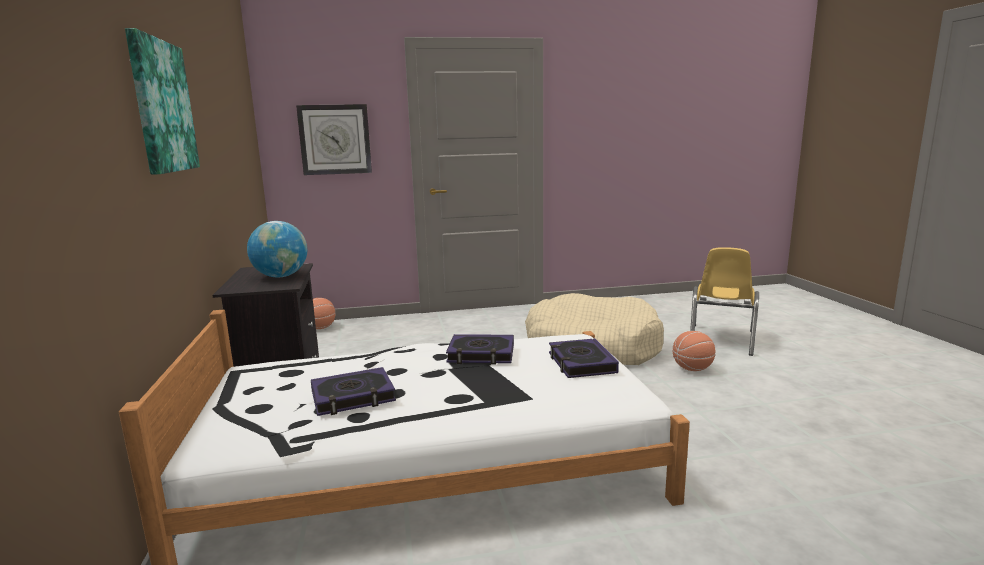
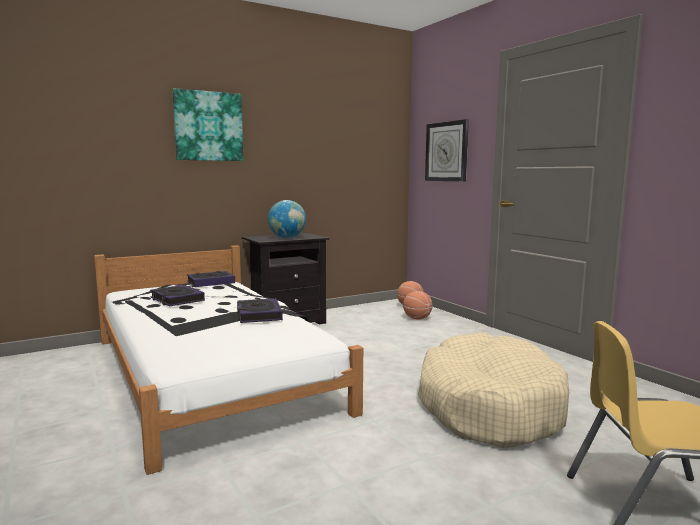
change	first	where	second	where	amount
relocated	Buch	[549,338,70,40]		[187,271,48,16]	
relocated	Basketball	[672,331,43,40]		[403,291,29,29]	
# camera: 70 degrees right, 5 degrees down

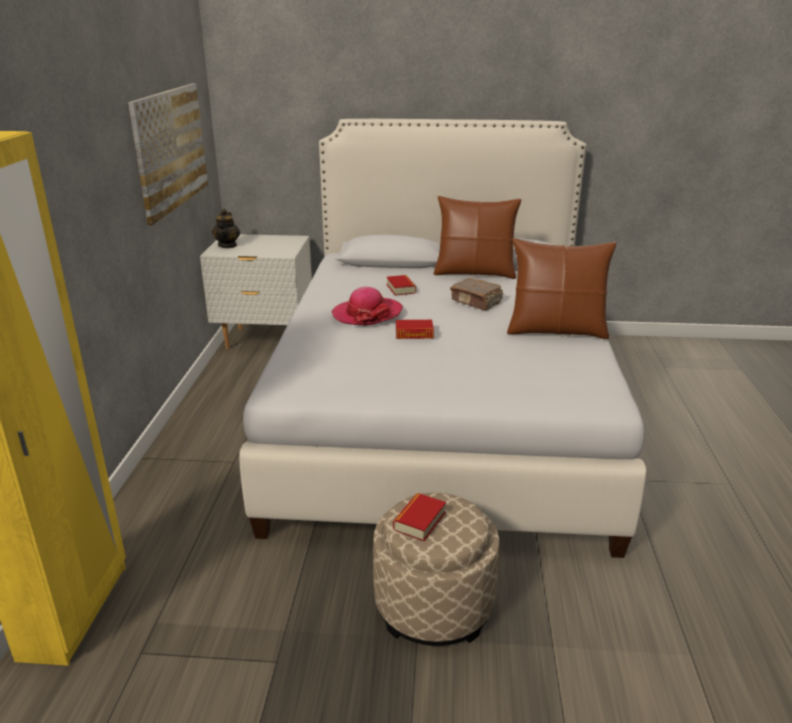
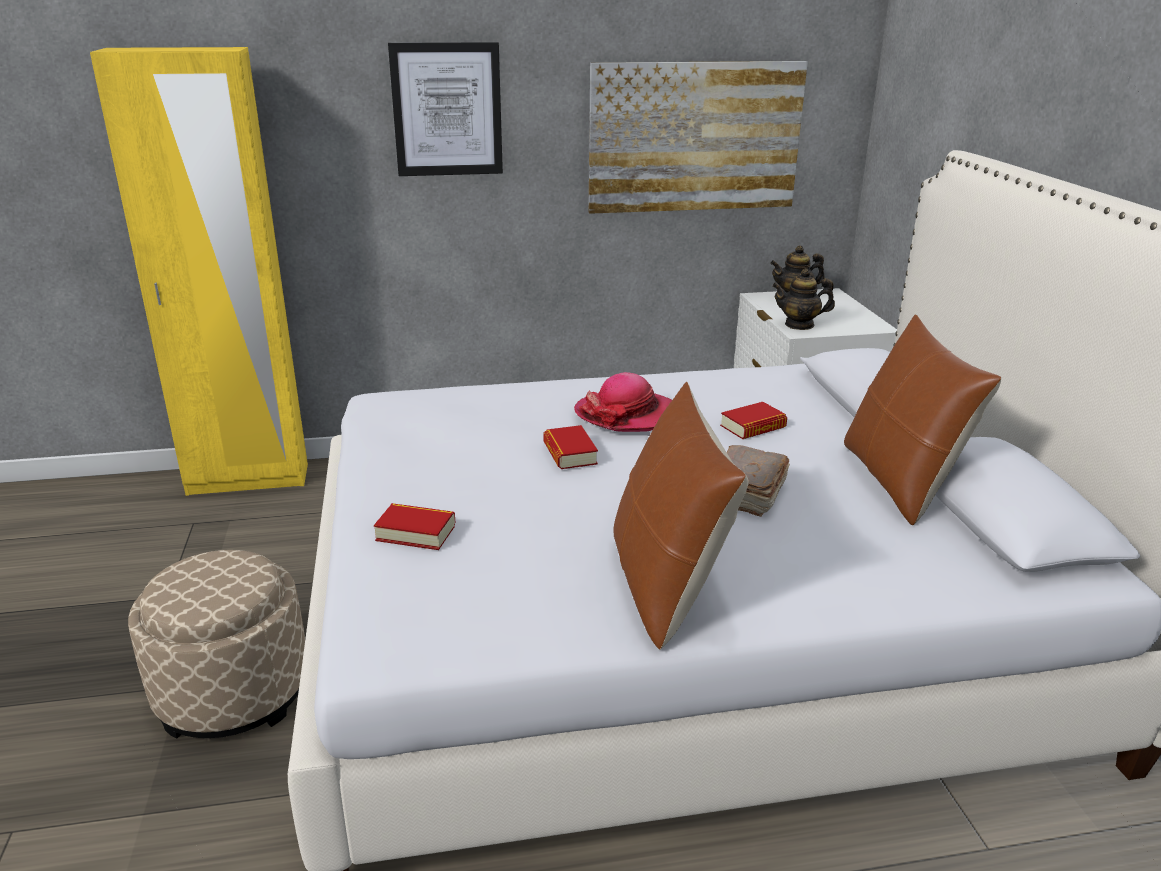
change	first	where	second	where	amount
relocated	Buch	[393,493,53,48]		[374,503,81,47]	
appeared			Bild	[388,42,115,134]	
appeared			Teekanne	[772,268,63,62]	
# camera: 75 degrees right, 0 degrees up

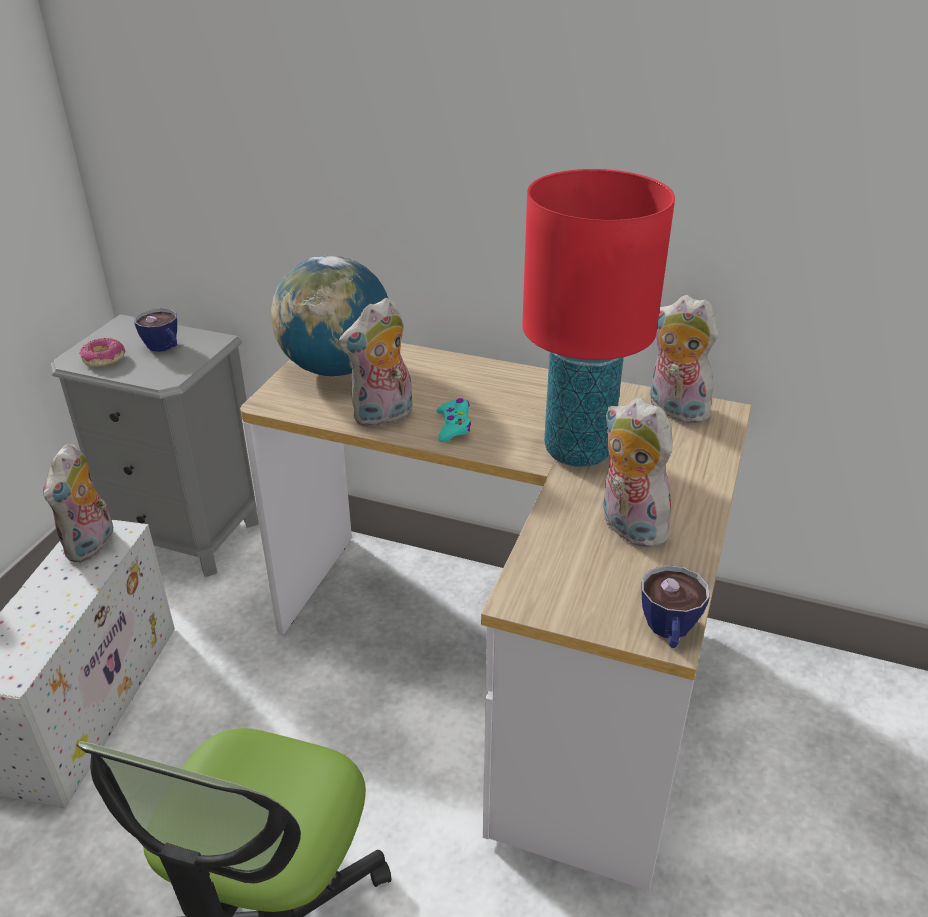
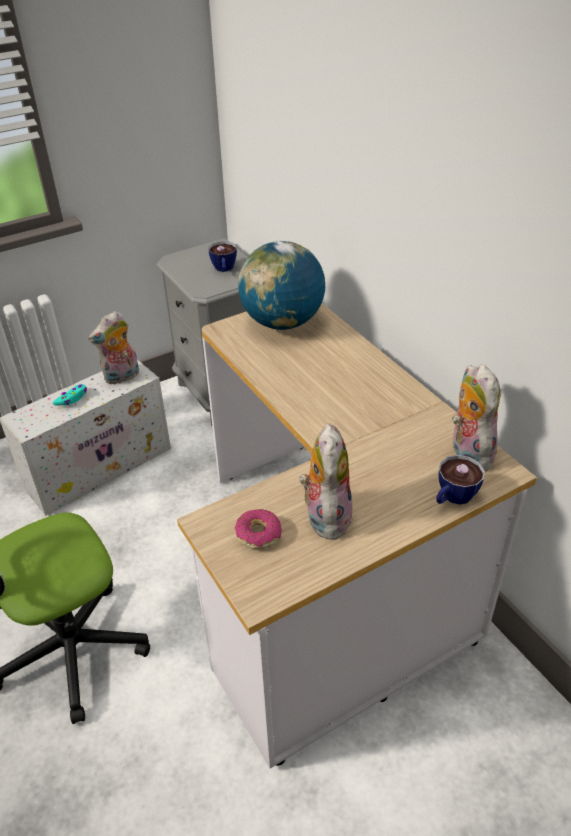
change	first	where	second	where	amount
relocated	Donut	[79,338,46,29]		[235,509,47,40]	
missing	Plüschtier	[339,297,73,131]			
relocated	Gamepad (türkis)	[437,398,34,44]		[53,384,34,22]	
missing	Tischlampe (rot)	[522,169,153,298]			
relocated	Tasse	[641,565,69,83]		[437,455,48,50]	
# camera: 40 degrees right, 5 degrees up

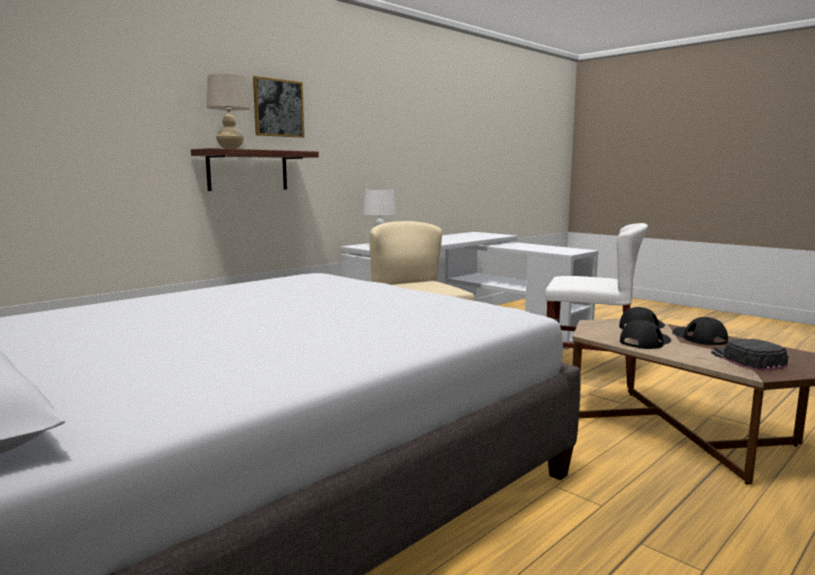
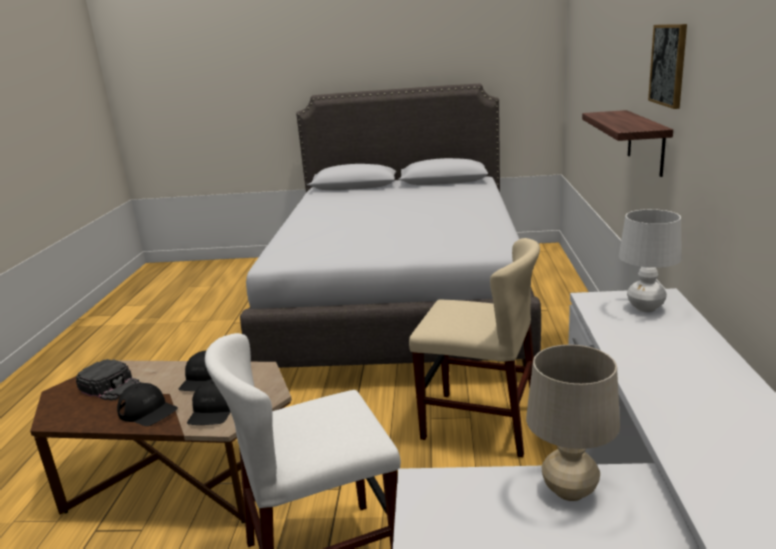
change	first	where	second	where	amount
relocated	Tischlampe (beige)	[207,74,43,75]		[526,345,94,156]	
# camera: 140 degrees right, 10 degrees up

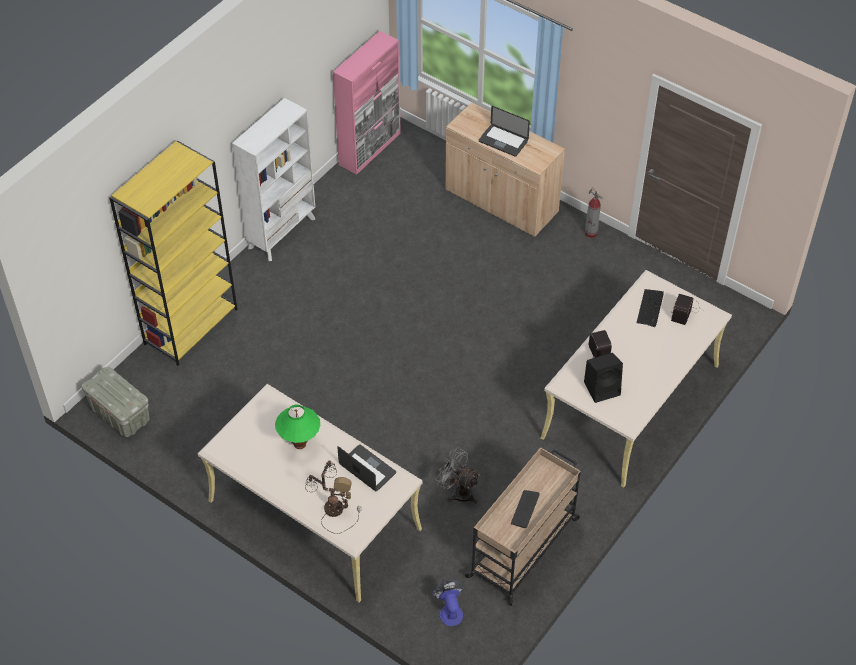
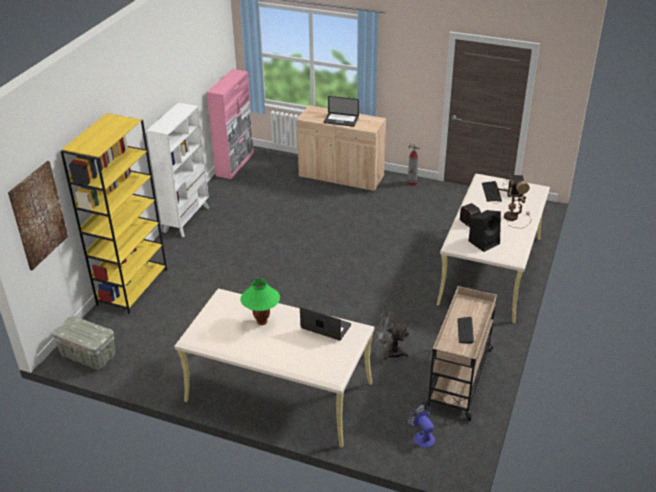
change	first	where	second	where	amount
relocated	Tischlampe	[305,460,57,74]		[490,174,40,54]	
appeared			Bild	[8,161,60,109]	
# camera: 15 degrees left, 15 degrees down

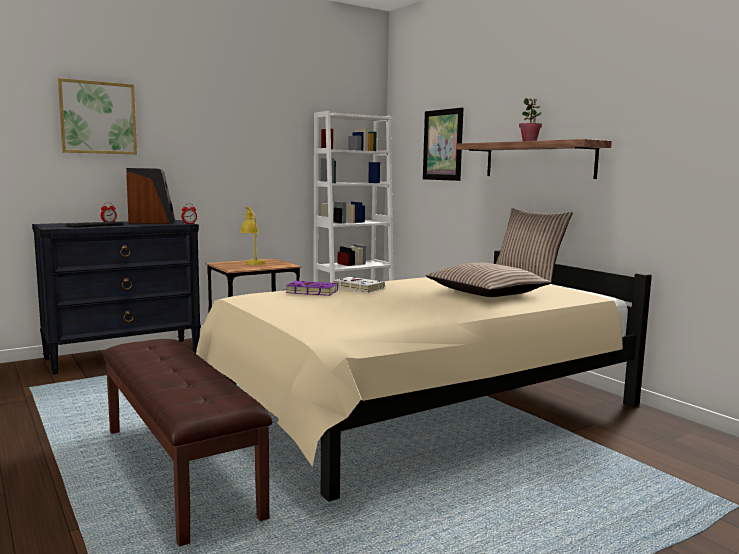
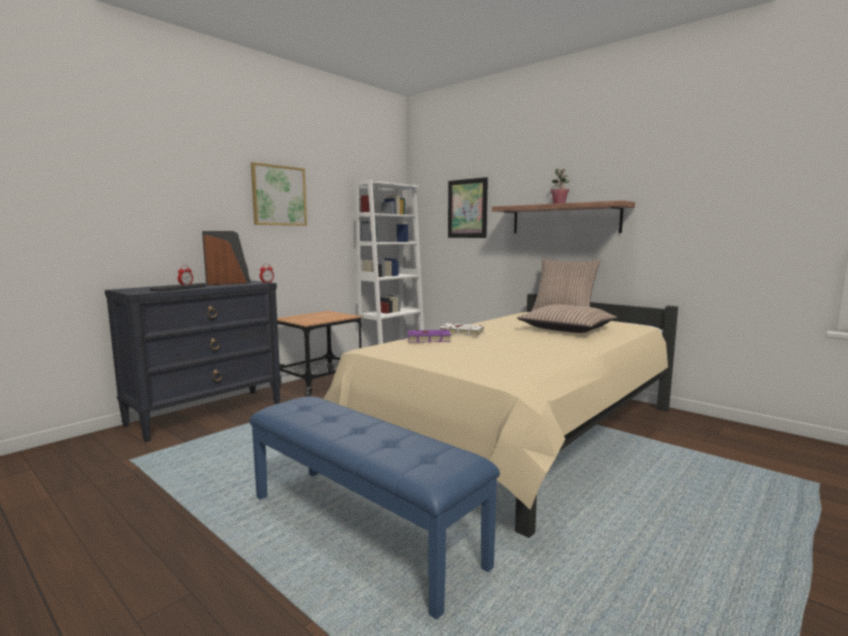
change	first	where	second	where	amount
relocated	Bild	[58,78,79,76]		[251,162,56,64]	
colour	Bank (braun)	[103,339,169,208]	Bank (blau)	[249,396,251,224]	
missing	Tischlampe (gelb)	[241,207,24,58]			
# camera: 15 degrees left, 0 degrees up

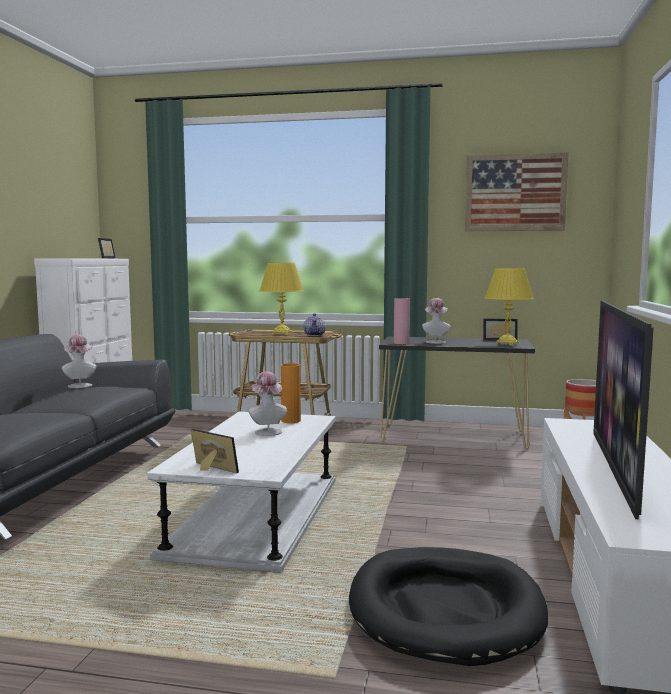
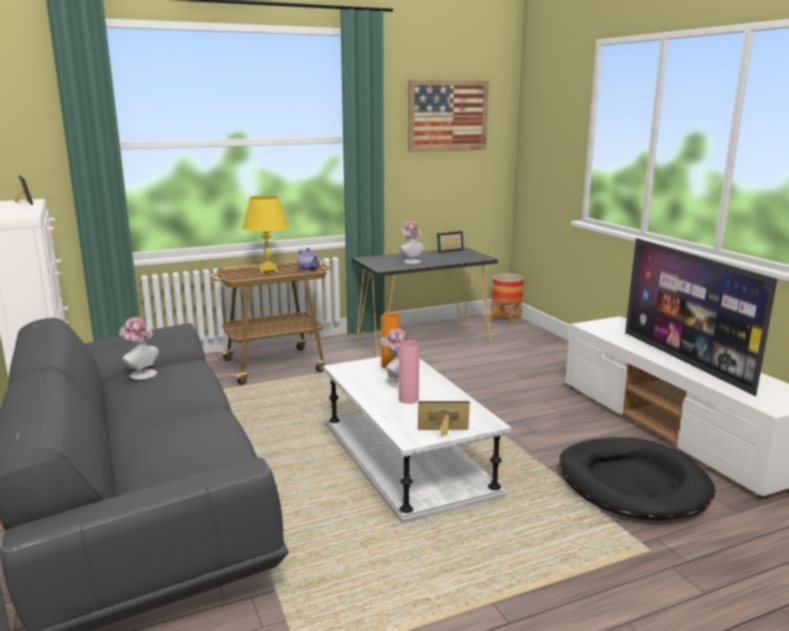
change	first	where	second	where	amount
relocated	Vase (rosa)	[394,298,16,46]		[399,340,20,64]	
missing	Tischlampe (gelb)	[485,268,49,78]			
# camera: 35 degrees left, 10 degrees up

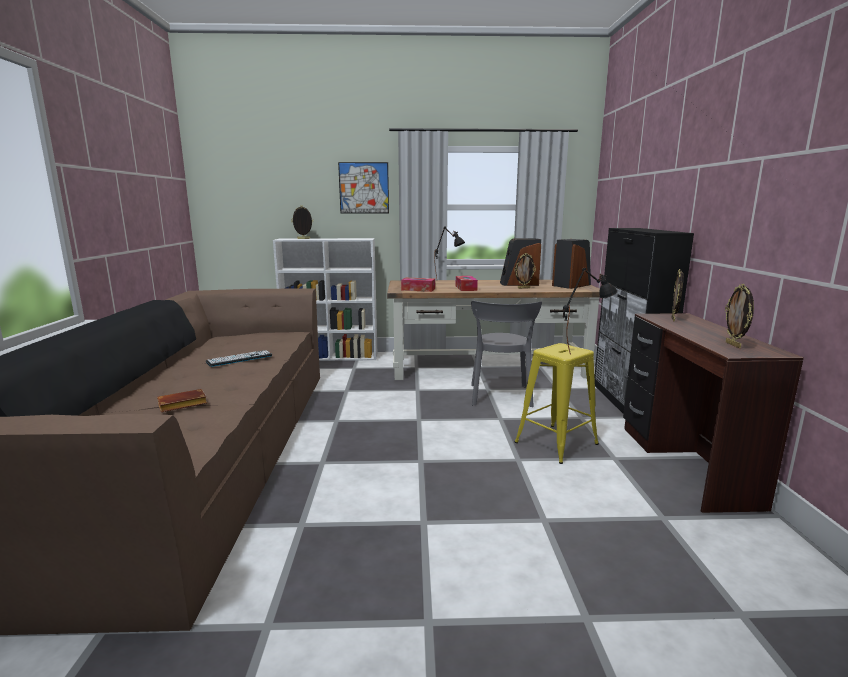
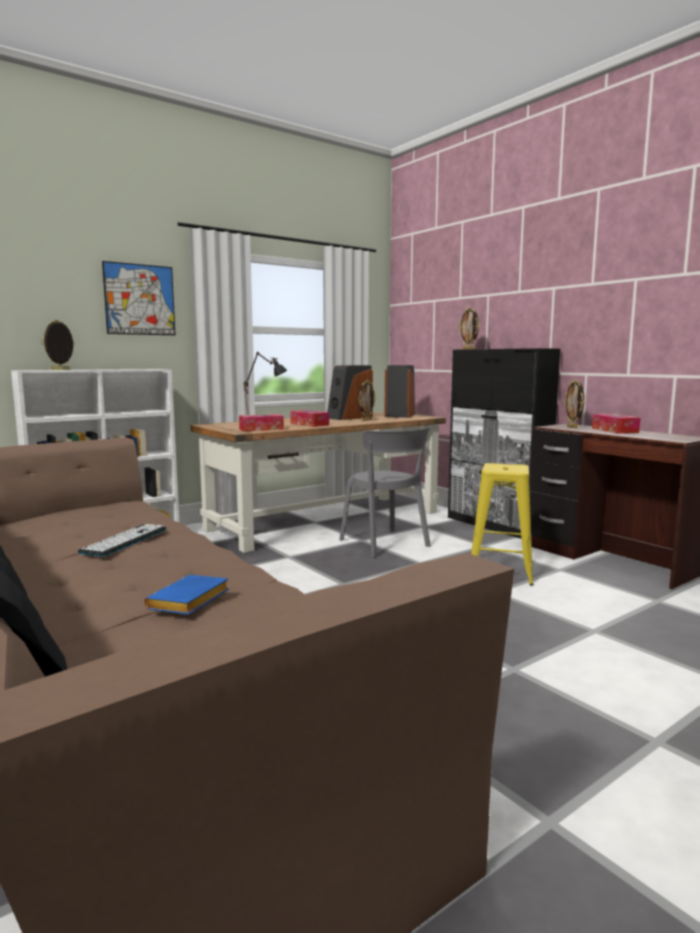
change	first	where	second	where	amount
colour	Buch (braun)	[157,389,50,23]	Buch (blau)	[145,575,84,40]	
missing	Tischlampe (schwarz)	[563,268,55,86]			
relocated	Bilderrahmen	[725,284,29,64]		[459,307,20,42]	
appeared			Taschentuchbox	[592,414,48,20]	
# camera: 35 degrees left, 5 degrees down

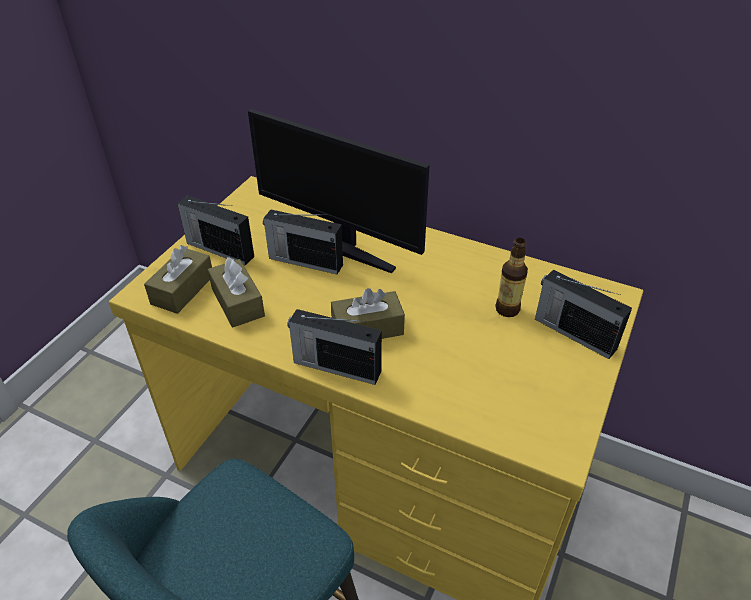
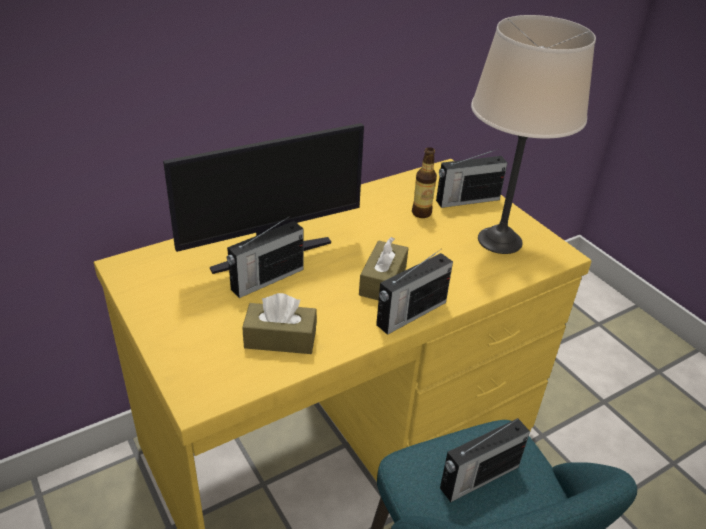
change	first	where	second	where	amount
missing	Taschentuchbox (braun)	[144,245,68,69]			
relocated	Radio	[177,196,77,69]		[440,418,90,84]	
appeared			Tischlampe (beige)	[471,15,125,239]	
# camera: 60 degrees left, 5 degrees down

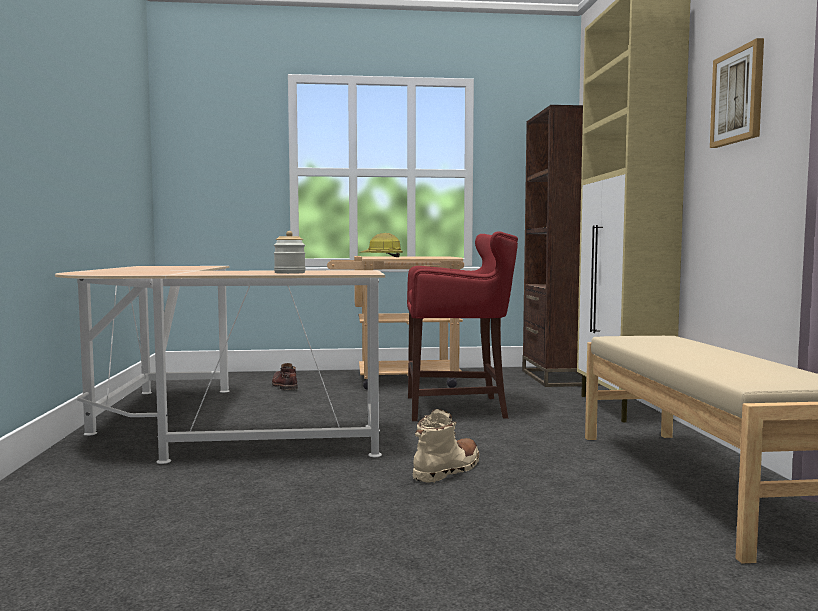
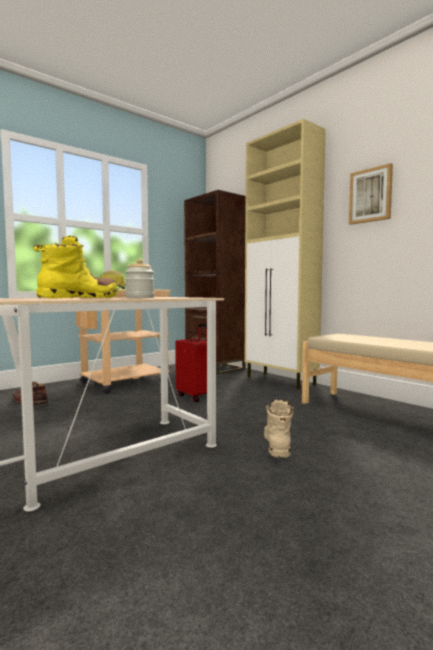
change	first	where	second	where	amount
exchanged	Hocker (rot)	[407,231,111,190]	Koffer (rot)	[175,324,32,78]	
appeared			Stiefel (gelb)	[33,236,86,63]	
# camera: 35 degrees left, 0 degrees up

